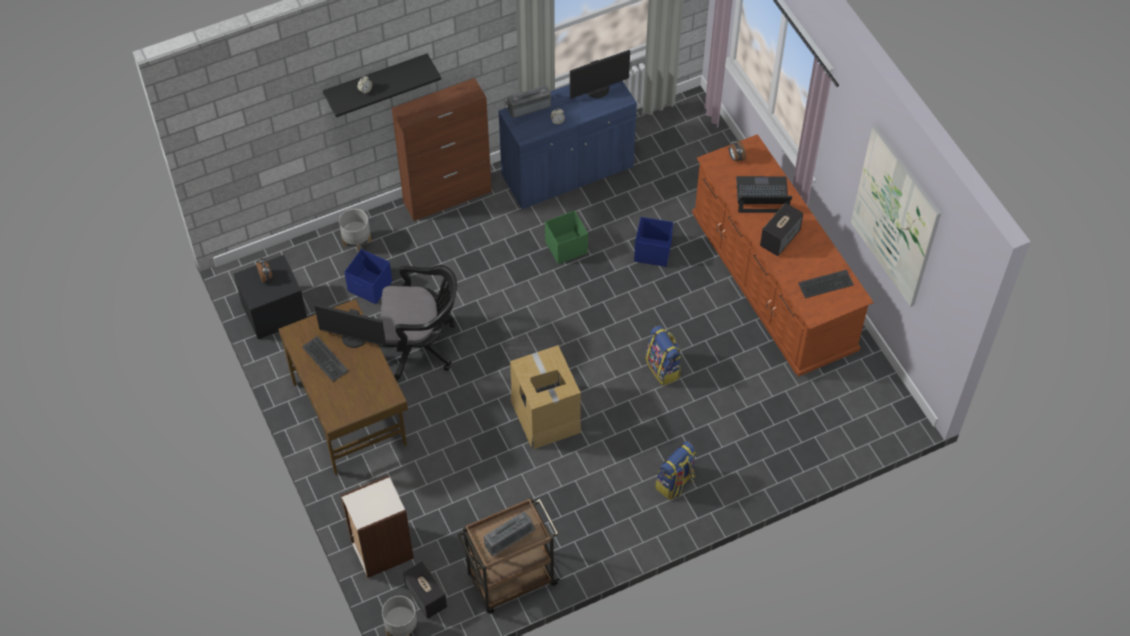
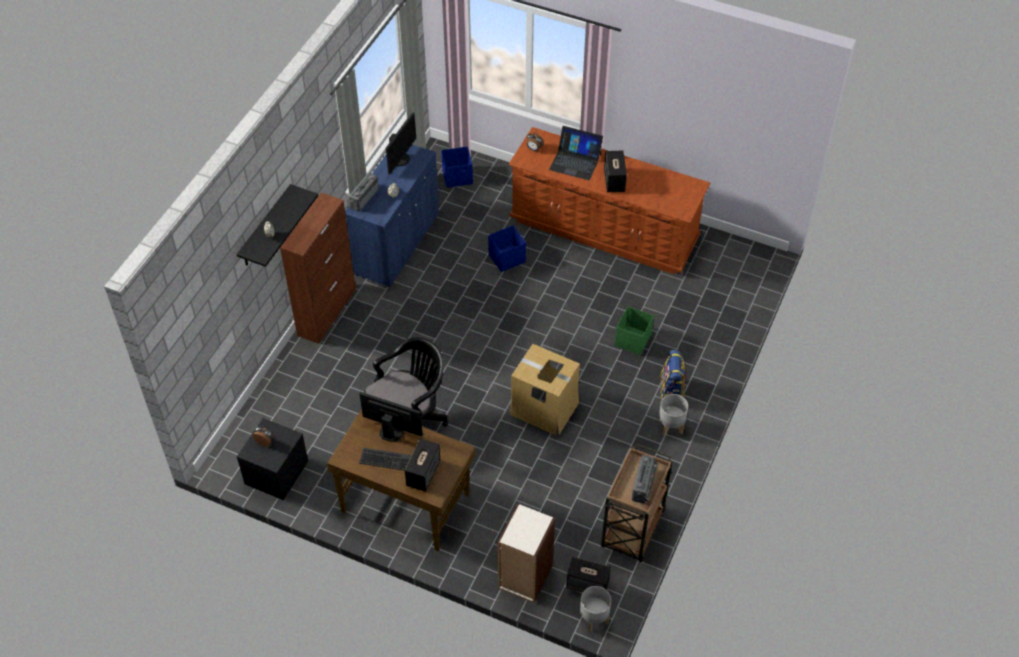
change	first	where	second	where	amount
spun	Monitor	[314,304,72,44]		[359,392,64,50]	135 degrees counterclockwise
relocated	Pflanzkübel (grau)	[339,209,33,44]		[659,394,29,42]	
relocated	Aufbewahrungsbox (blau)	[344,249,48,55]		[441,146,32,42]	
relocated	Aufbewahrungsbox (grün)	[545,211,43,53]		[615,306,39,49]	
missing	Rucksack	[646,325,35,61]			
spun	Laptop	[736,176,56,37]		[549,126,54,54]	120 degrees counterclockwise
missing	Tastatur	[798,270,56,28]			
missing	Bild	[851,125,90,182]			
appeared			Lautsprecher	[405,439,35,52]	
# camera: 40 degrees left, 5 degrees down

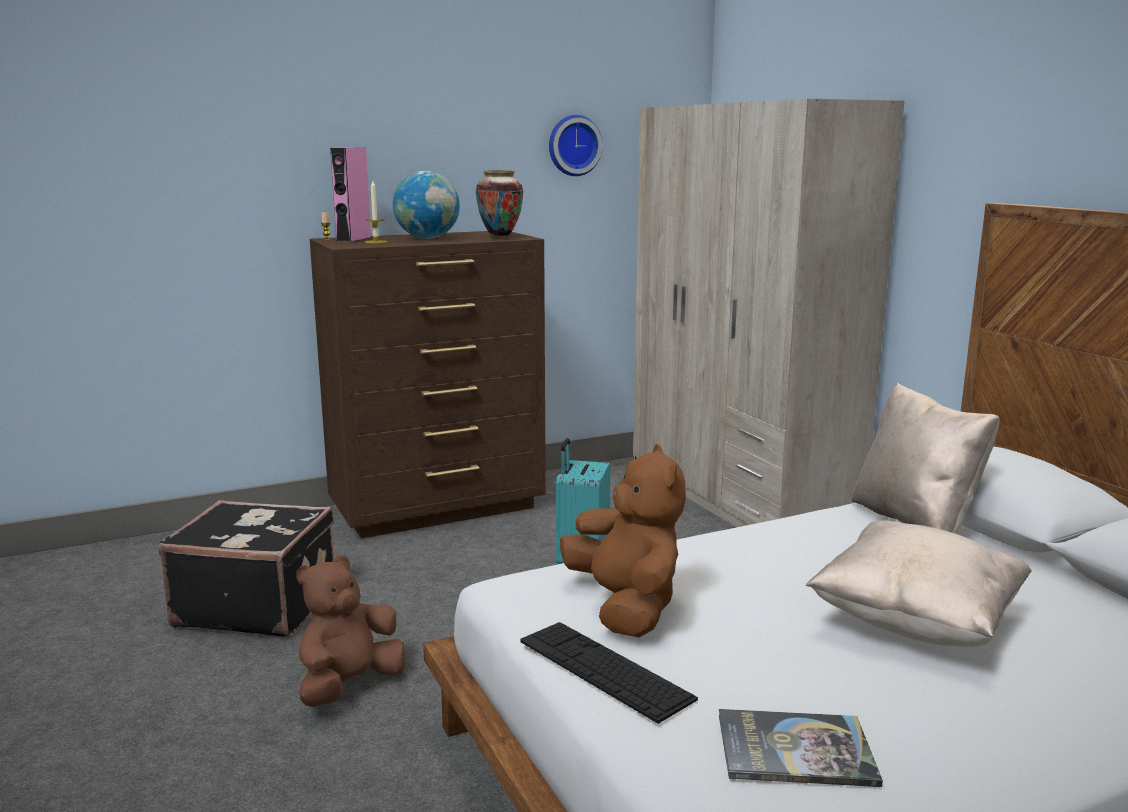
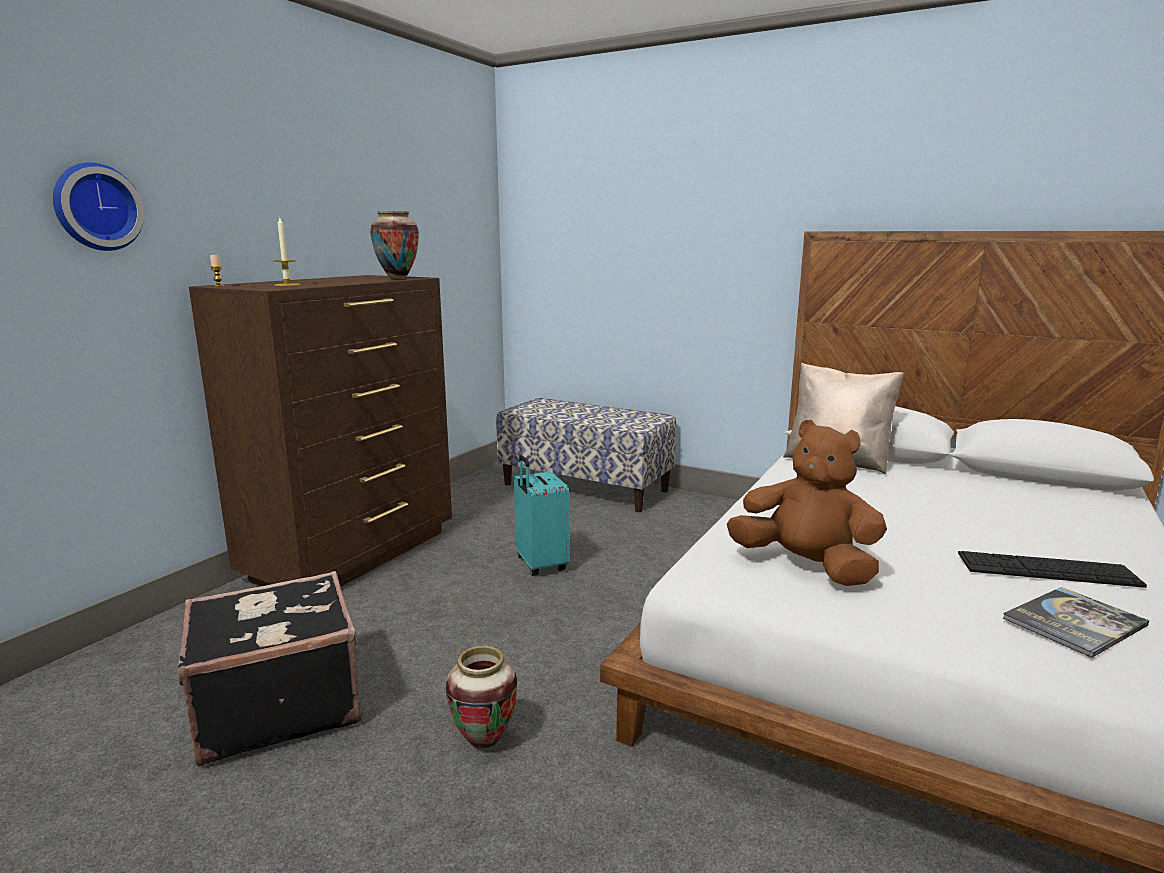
change	first	where	second	where	amount
exchanged	Plüschtier (braun)	[297,555,109,152]	Vase	[445,646,72,104]	
missing	Lautsprecher (rosa)	[330,148,41,94]			
missing	Globus	[393,171,67,68]			
relocated	Tastatur	[520,622,178,102]		[958,551,189,37]	
relocated	Wanduhr	[549,115,54,61]		[53,162,91,89]	
exchanged	Kleiderschrank (beige)	[633,99,271,429]	Bank	[496,398,180,114]	
missing	Kissen (beige)	[805,520,227,127]			
# camera: 35 degrees left, 0 degrees up

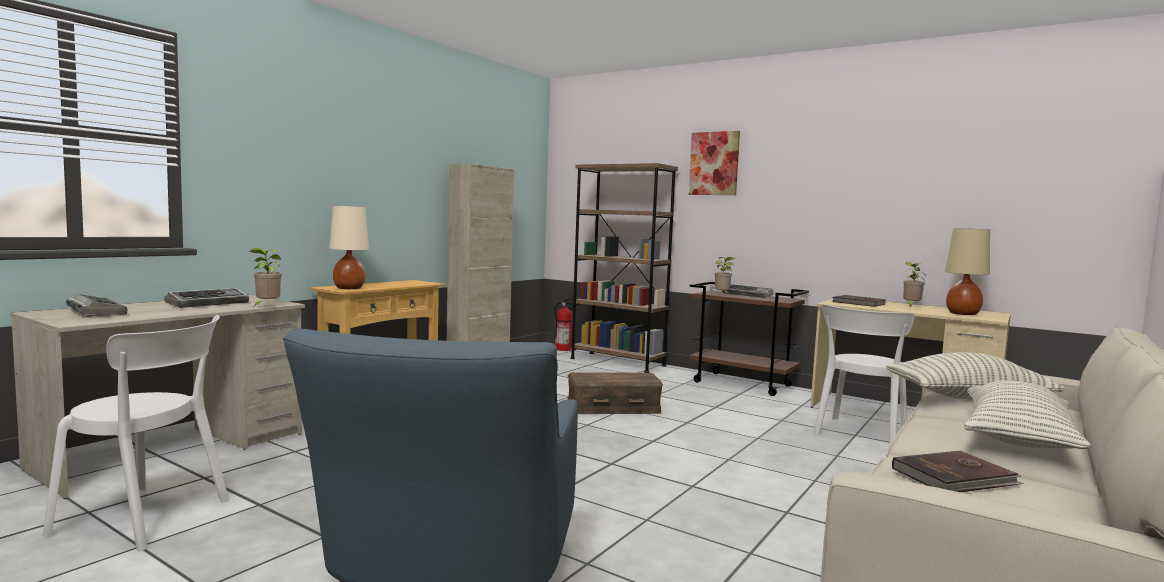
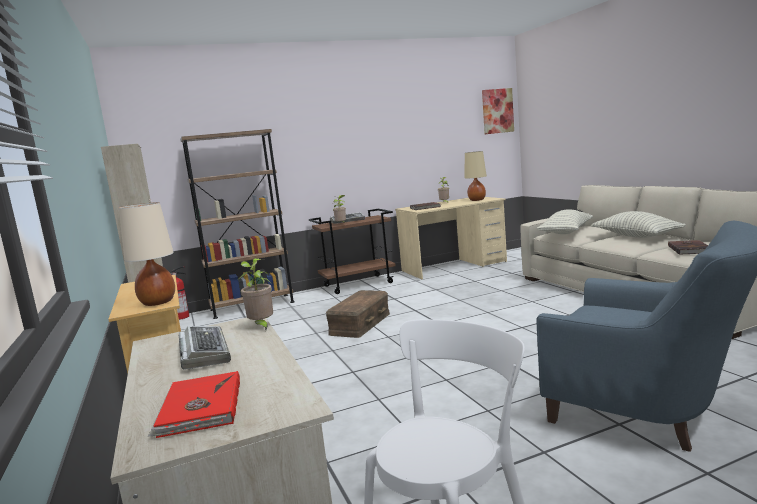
change	first	where	second	where	amount
exchanged	Tastatur	[66,294,61,23]	Buch (rot)	[148,371,92,67]	
relocated	Bild	[689,131,51,64]		[482,88,32,46]	
missing	Stuhl (weiß)	[814,304,101,142]			
# camera: 55 degrees left, 5 degrees up

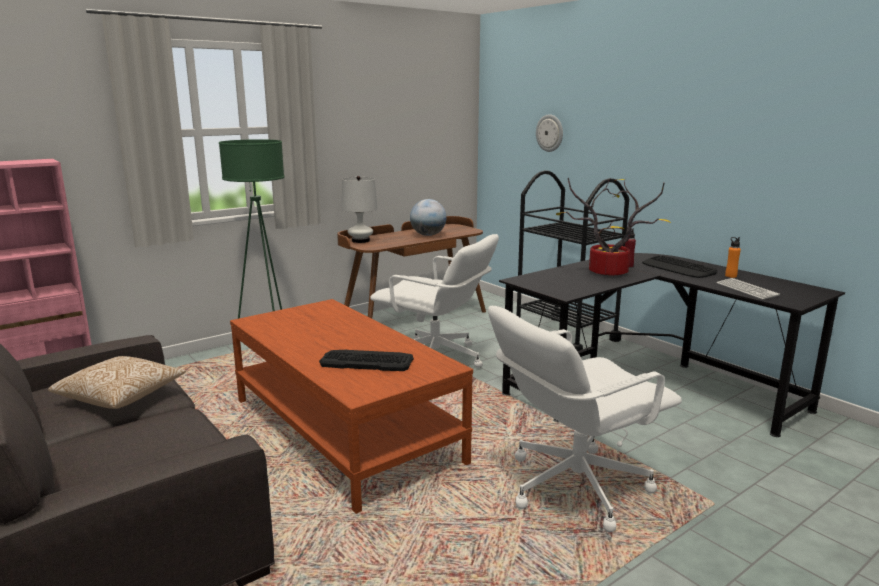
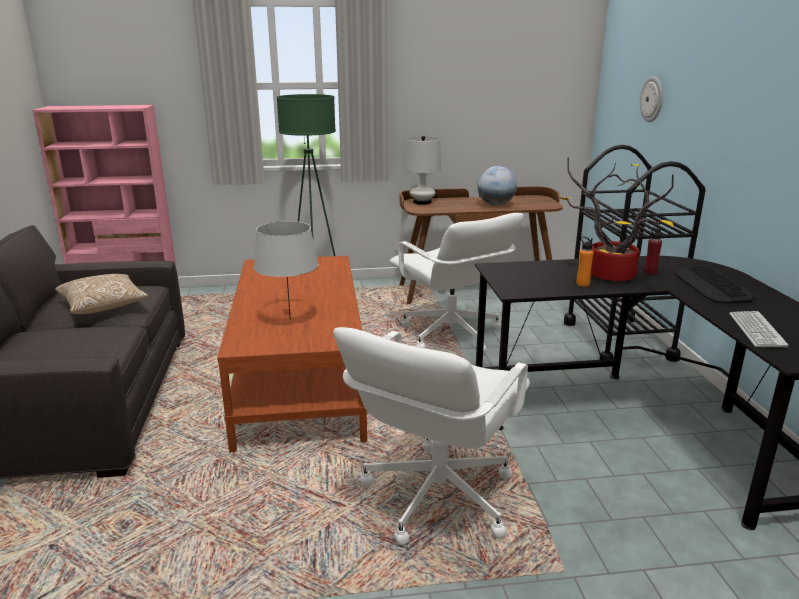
change	first	where	second	where	amount
exchanged	Tastatur	[319,350,95,21]	Tischlampe (grau)	[254,221,65,98]	
spun	Bürostuhl (weiß)	[488,306,194,226]		[333,327,197,219]	60 degrees counterclockwise
relocated	Flasche (orange)	[725,237,16,41]		[576,237,18,50]	
# camera: 30 degrees right, 5 degrees up

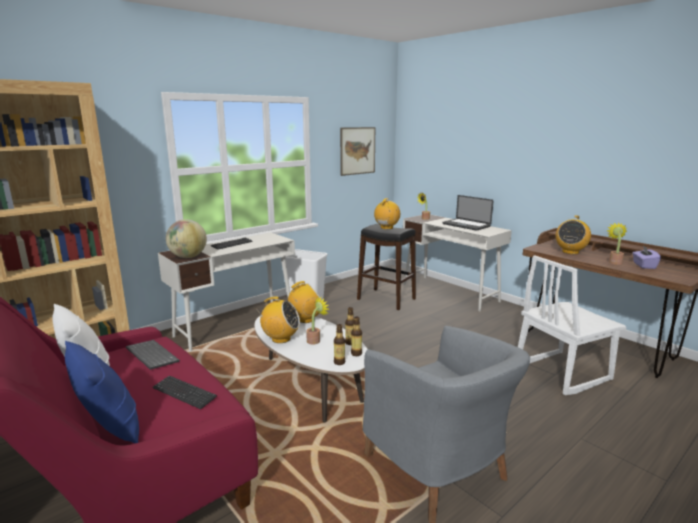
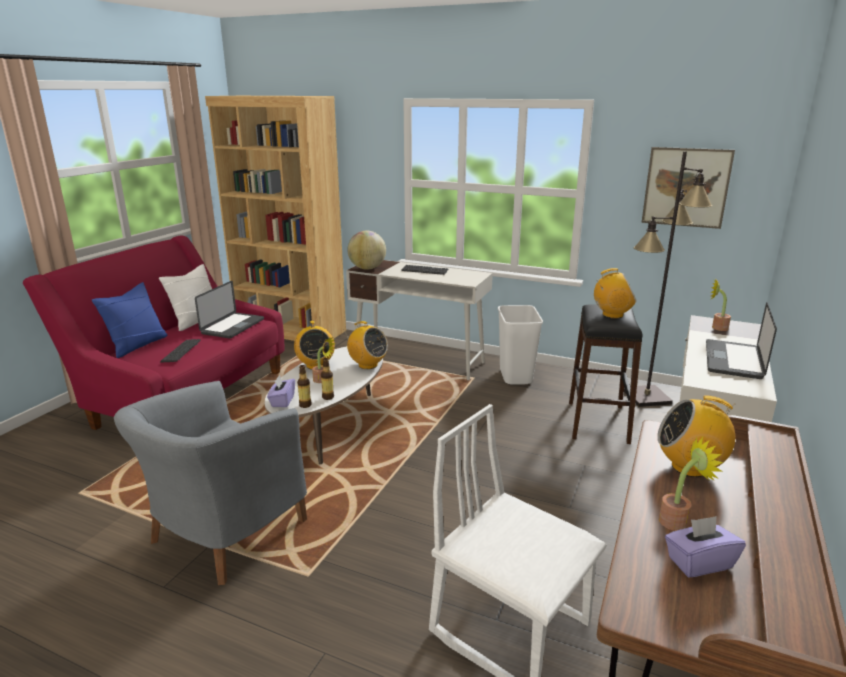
change	first	where	second	where	amount
exchanged	Tastatur	[126,340,54,30]	Laptop	[195,281,69,57]	
exchanged	Flasche	[334,324,11,41]	Taschentuchbox (lila)	[267,375,28,32]	
appeared			Stehlampe (schwarz)	[624,151,89,256]	
# camera: 65 degrees right, 5 degrees up

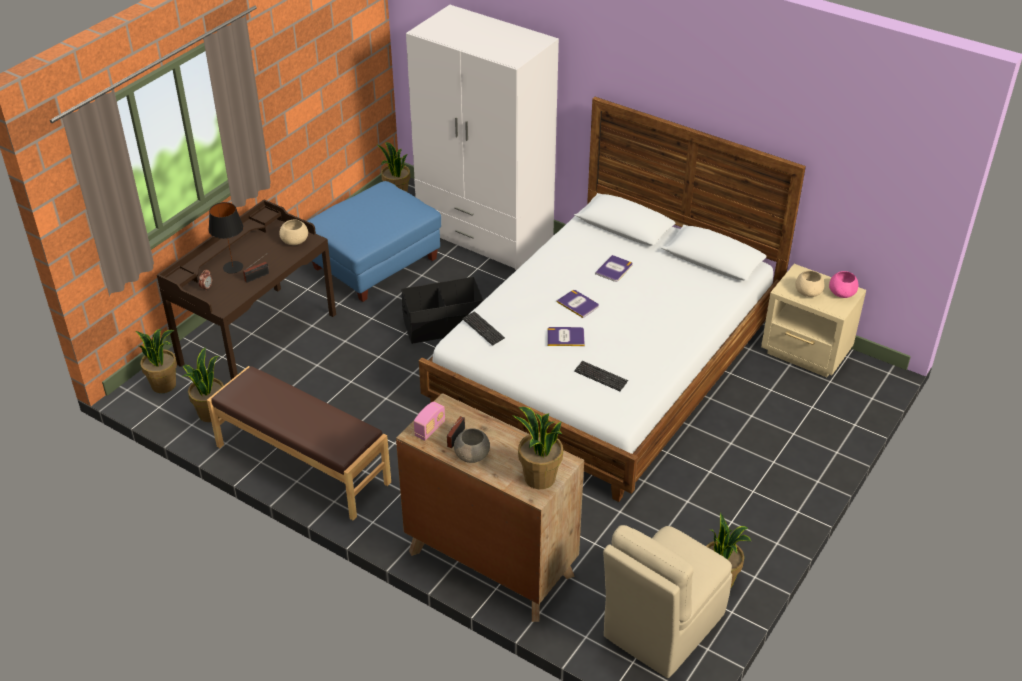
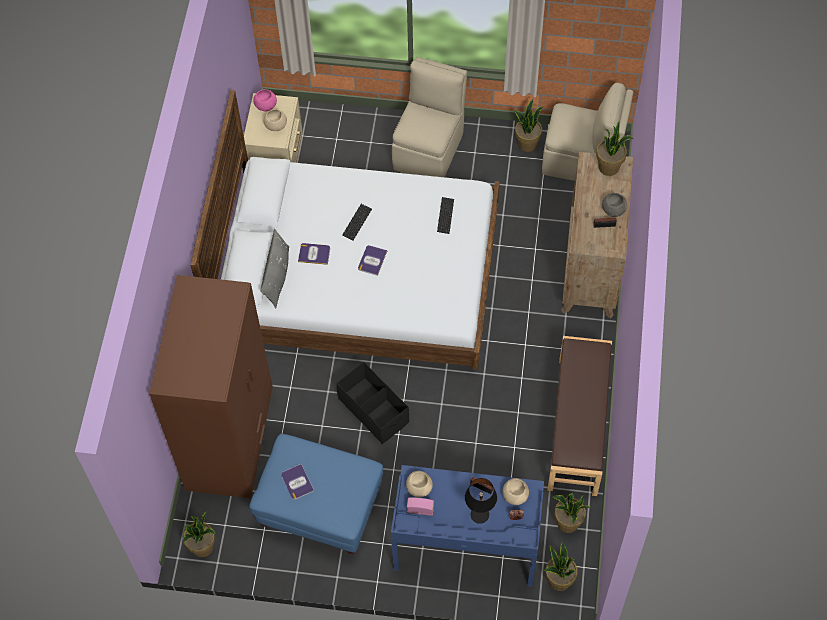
change	first	where	second	where	amount
colour	Schreibtisch (braun)	[157,200,179,180]	Schreibtisch (blau)	[391,465,153,122]	
colour	Kleiderschrank (weiß)	[406,5,153,265]	Kleiderschrank (braun)	[149,275,124,223]	
relocated	Radio	[414,401,31,39]		[407,497,27,19]	
relocated	Tastatur	[462,311,43,35]		[342,204,30,36]	
relocated	Buch	[547,327,38,19]		[281,464,33,36]	
appeared			Kissen (grau)	[260,229,29,80]	
appeared			Stuhl (beige)	[392,57,75,120]	
appeared			Schüssel (beige)	[502,478,27,27]	
# camera: 115 degrees left, 20 degrees up

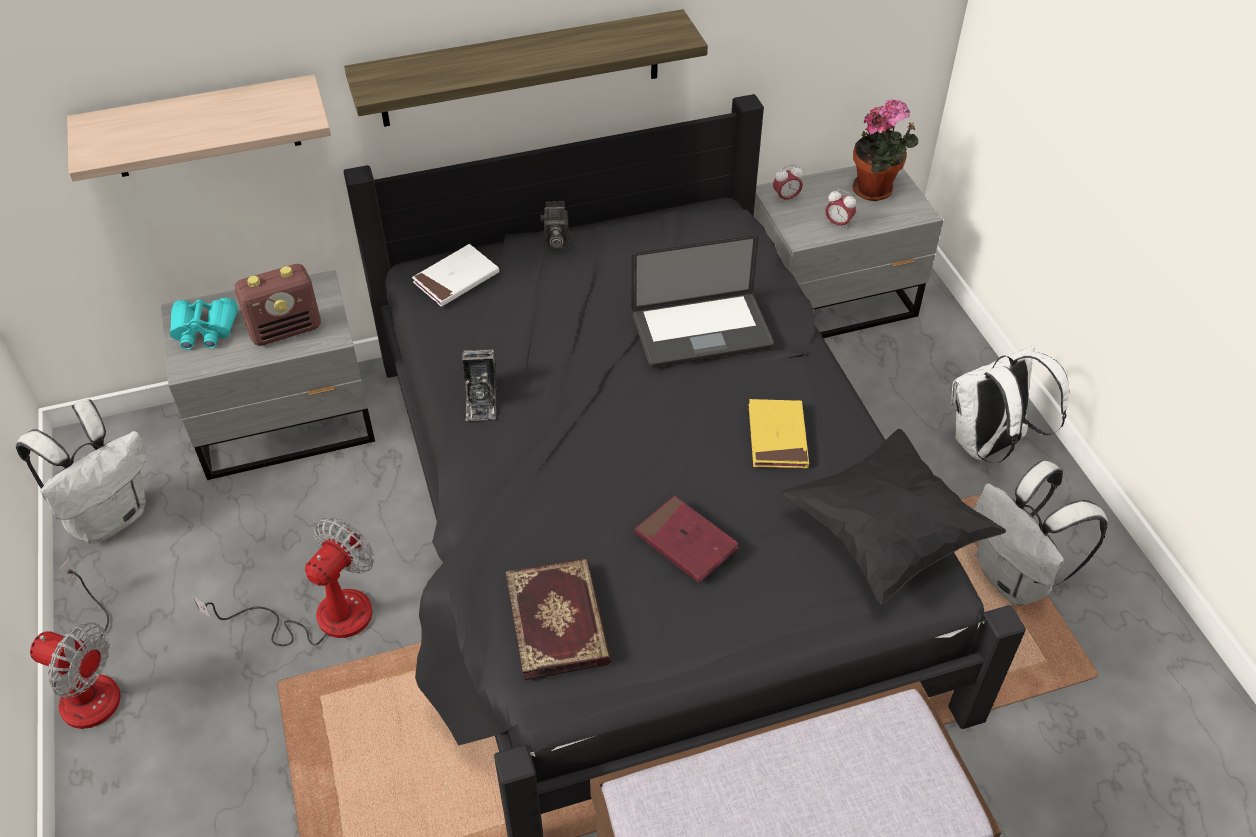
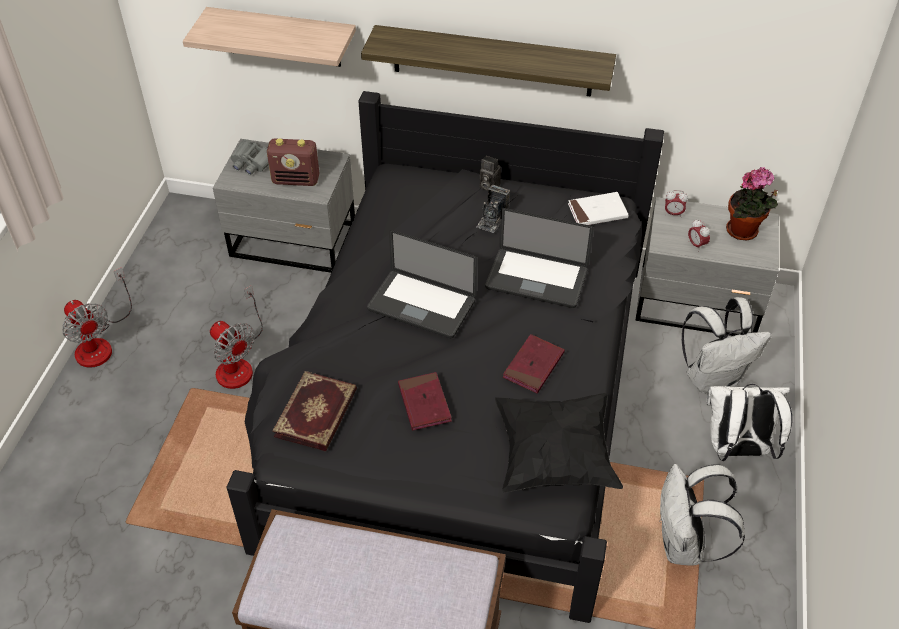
change	first	where	second	where	amount
relocated	Rucksack (weiß)	[16,399,130,145]		[682,297,89,96]	
colour	Fernglas (türkis)	[170,298,68,52]	Fernglas (grau)	[231,139,38,36]	
spun	Ventilator	[194,517,180,129]		[210,285,53,104]	75 degrees clockwise
relocated	Buch (weiß)	[412,244,87,63]		[568,192,61,33]	
relocated	Kamera	[462,349,35,72]		[476,185,34,48]	
colour	Buch (gelb)	[749,399,60,69]	Buch (rot)	[503,334,62,60]	
appeared			Laptop	[367,230,110,108]	
# camera: 30 degrees right, 0 degrees up

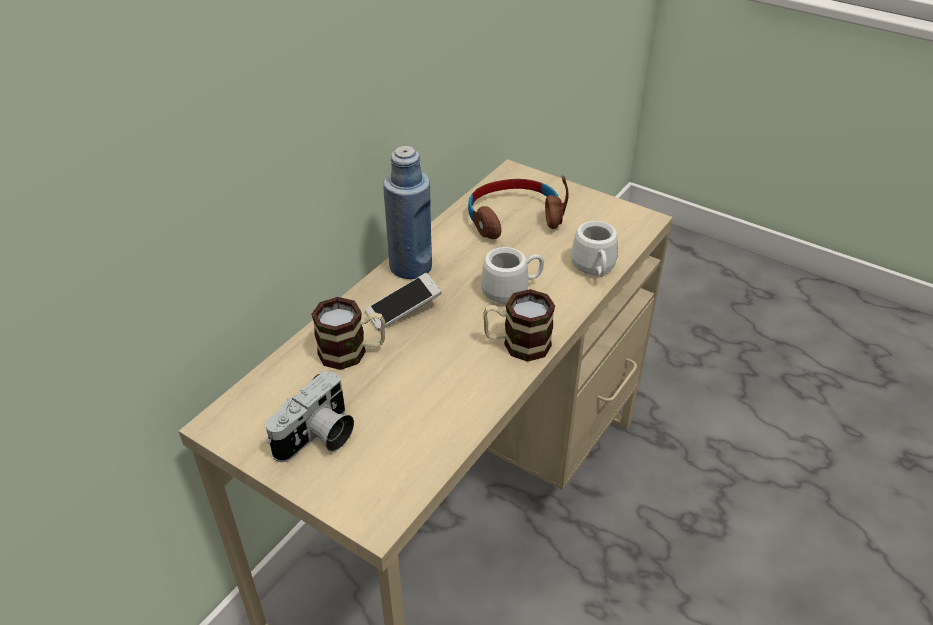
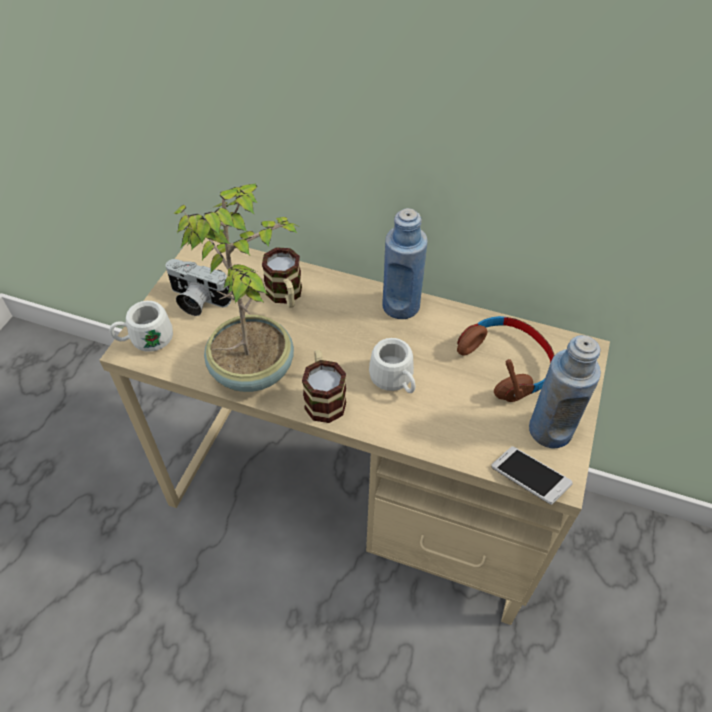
change	first	where	second	where	amount
relocated	Handy	[365,273,77,58]		[491,446,82,59]	
relocated	Henkelbecher (weiß)	[571,221,47,56]		[110,301,63,51]	
appeared			Topfpflanze	[173,183,127,209]	
appeared			Flasche (blau)	[529,335,72,114]	
# camera: 75 degrees right, 10 degrees up

